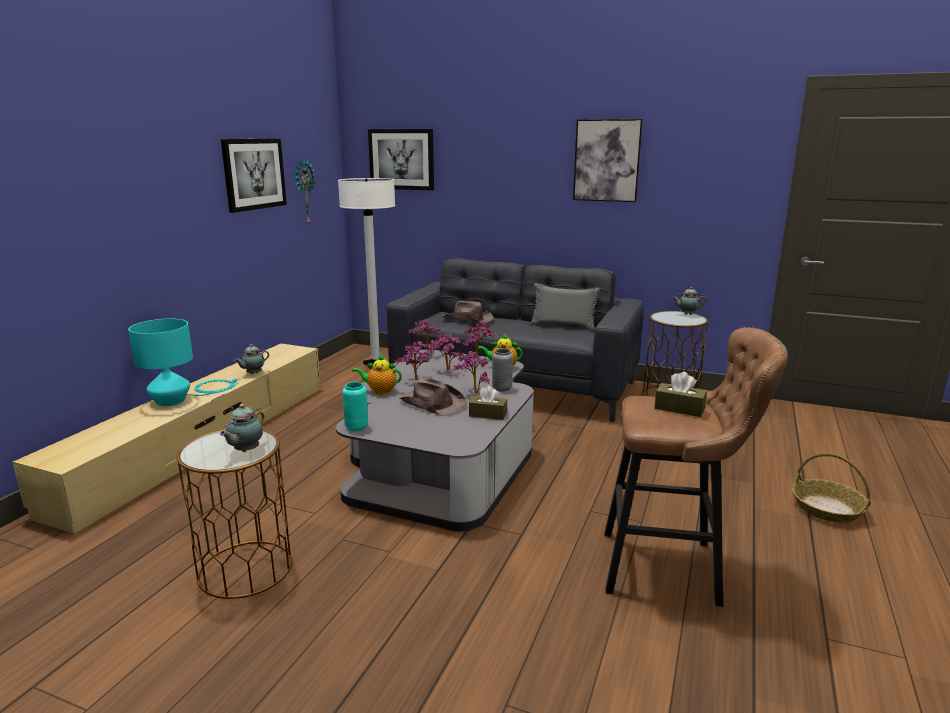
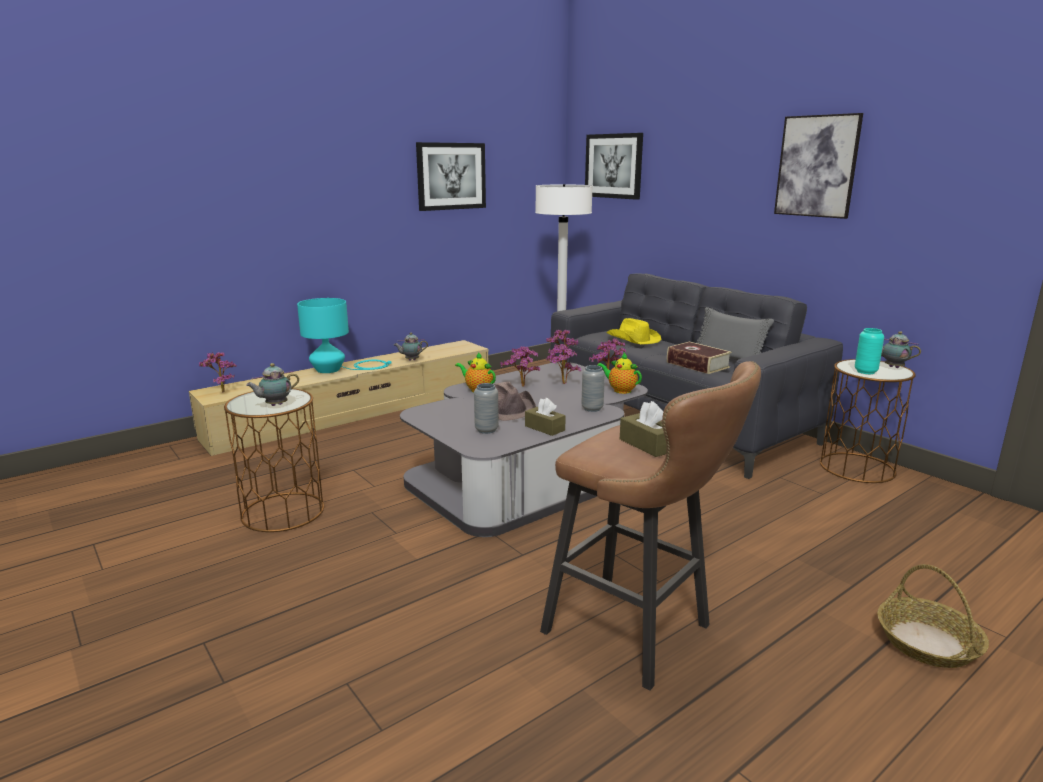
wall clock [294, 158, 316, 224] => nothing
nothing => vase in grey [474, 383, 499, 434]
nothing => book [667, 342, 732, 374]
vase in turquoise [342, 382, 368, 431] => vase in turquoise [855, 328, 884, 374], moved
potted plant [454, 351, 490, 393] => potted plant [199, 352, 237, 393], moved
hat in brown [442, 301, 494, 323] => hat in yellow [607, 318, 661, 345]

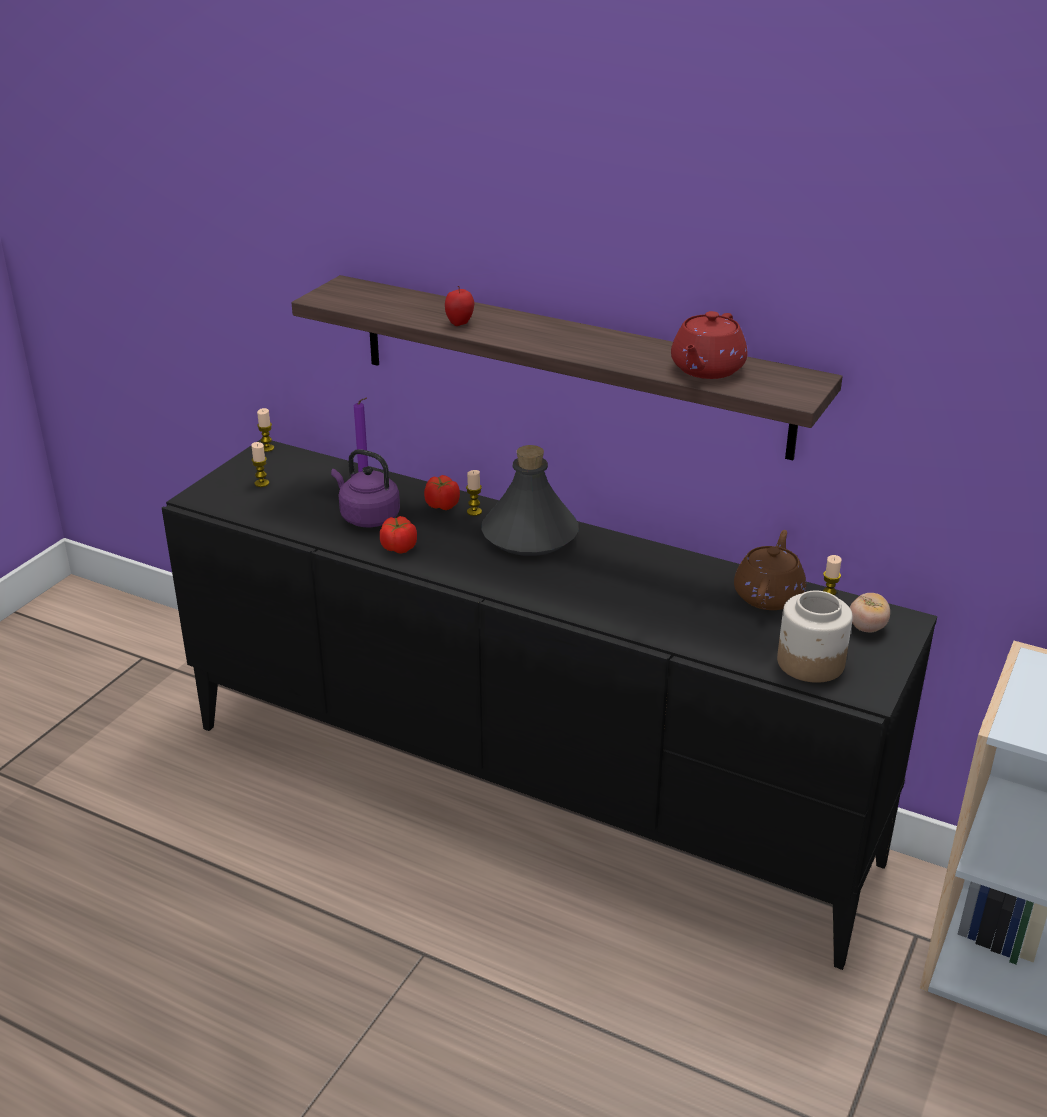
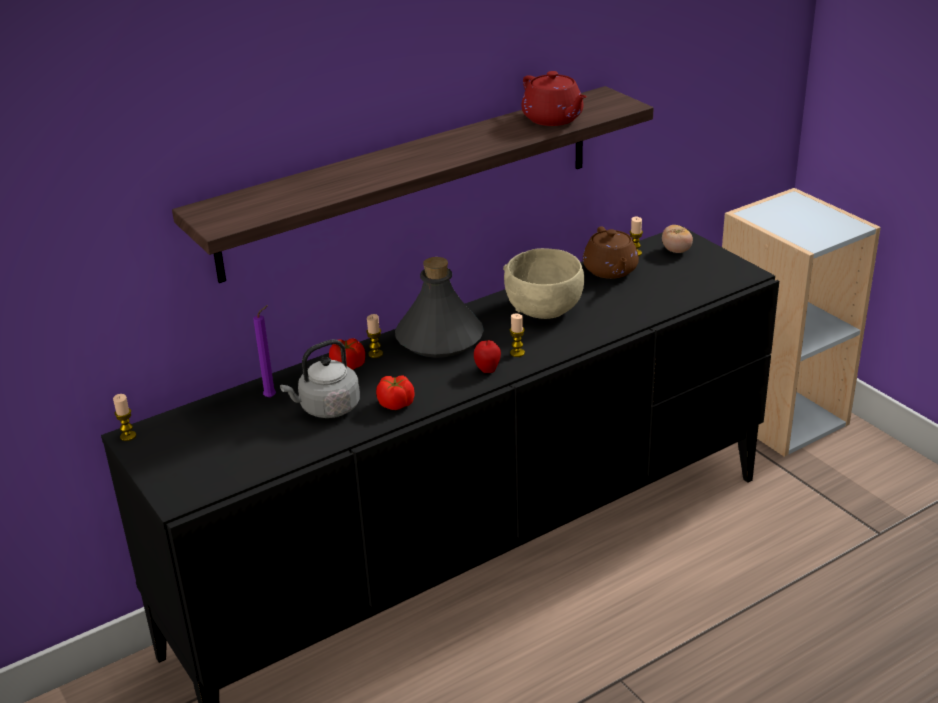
jar [777, 590, 853, 683] => nothing
nothing => bowl in beige [503, 248, 584, 319]
candle [251, 442, 269, 487] => candle [510, 314, 525, 357], moved
apple [445, 286, 474, 326] => apple [474, 340, 501, 373], moved
kettle in purple [331, 449, 400, 527] => kettle in grey [280, 339, 360, 418]
teapot in brown [734, 530, 806, 610] => teapot in brown [583, 226, 639, 279], 150 degrees counterclockwise

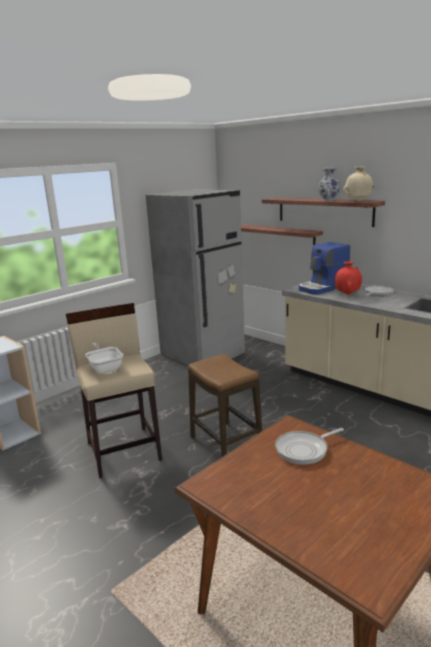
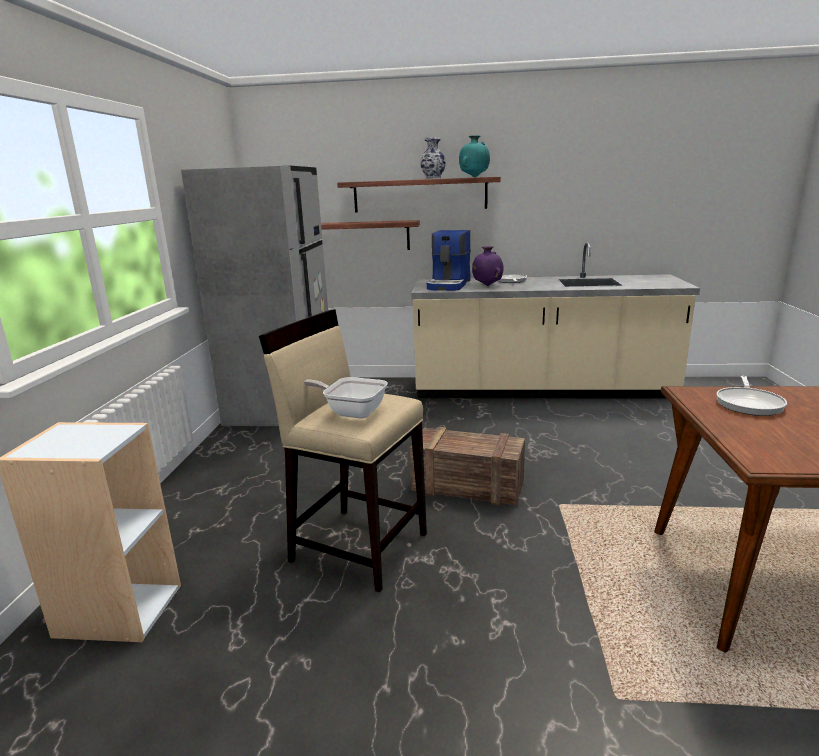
stool [188, 354, 262, 457] => crate [410, 427, 525, 505]
vase in red [335, 261, 362, 295] => vase in purple [472, 246, 504, 286]
vase in beige [343, 167, 374, 201] => vase in turquoise [459, 135, 490, 177]

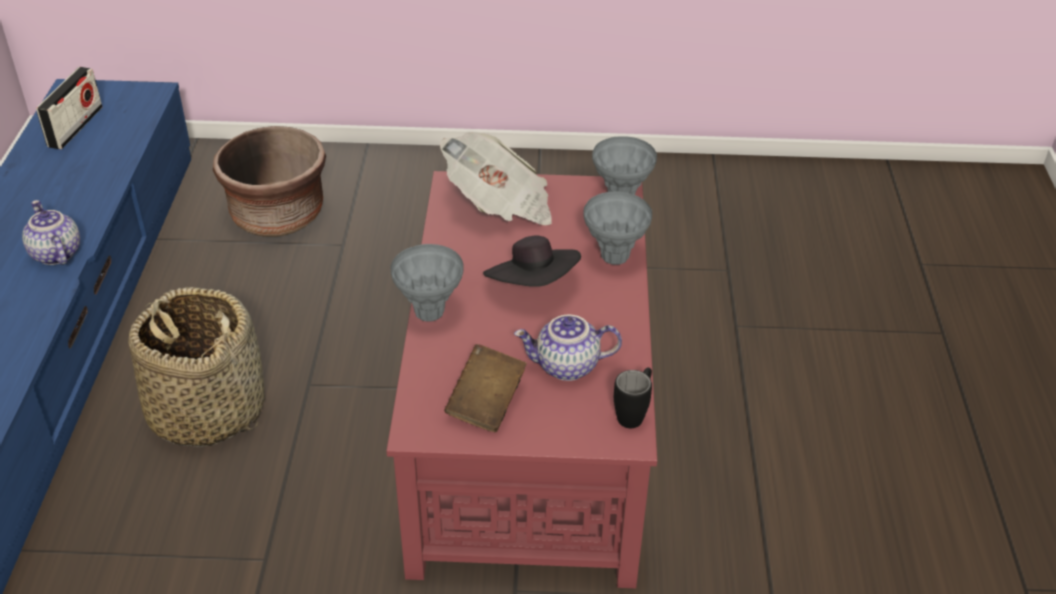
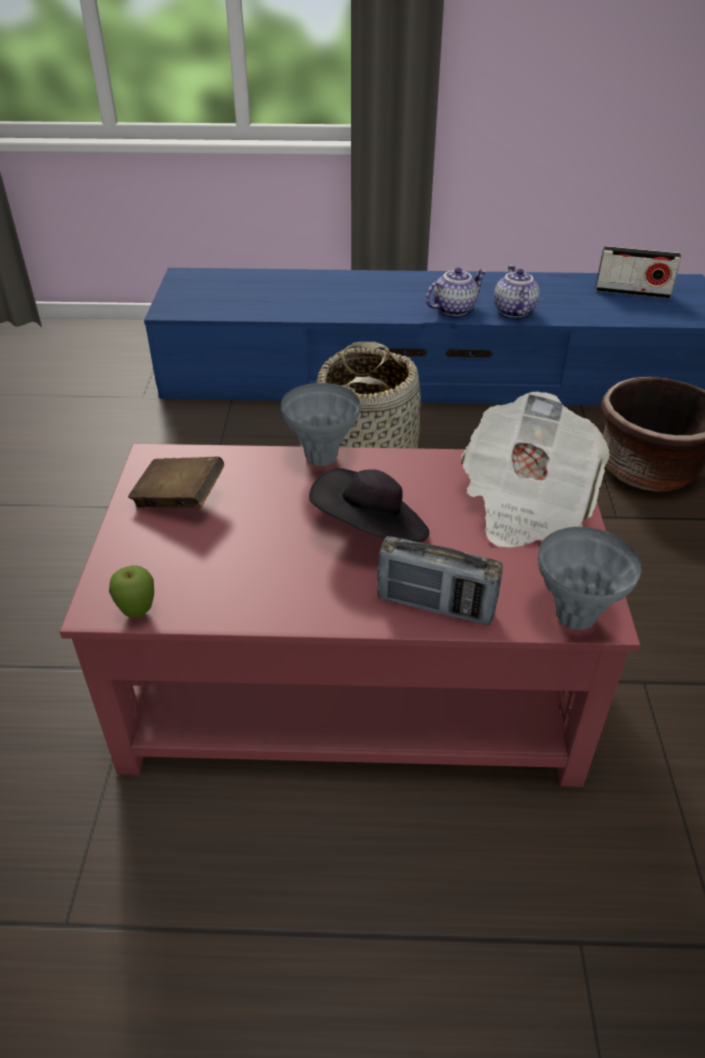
teapot [514, 315, 622, 381] => teapot [494, 265, 539, 317], moved
vase in grey [583, 191, 652, 265] => radio [377, 536, 503, 625]
mug in black [614, 368, 652, 428] => apple [109, 565, 154, 618]

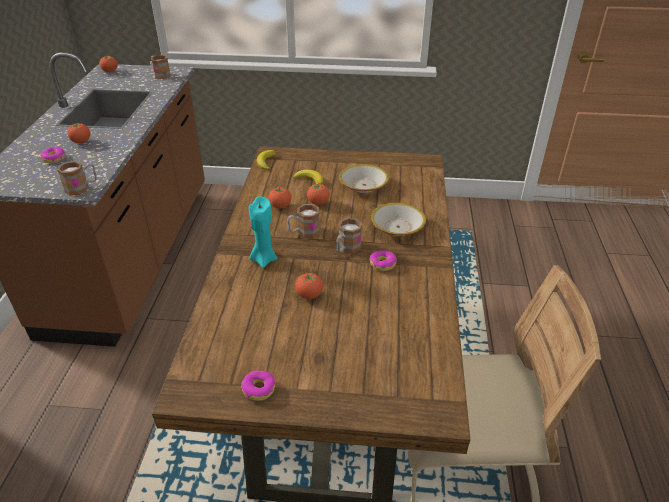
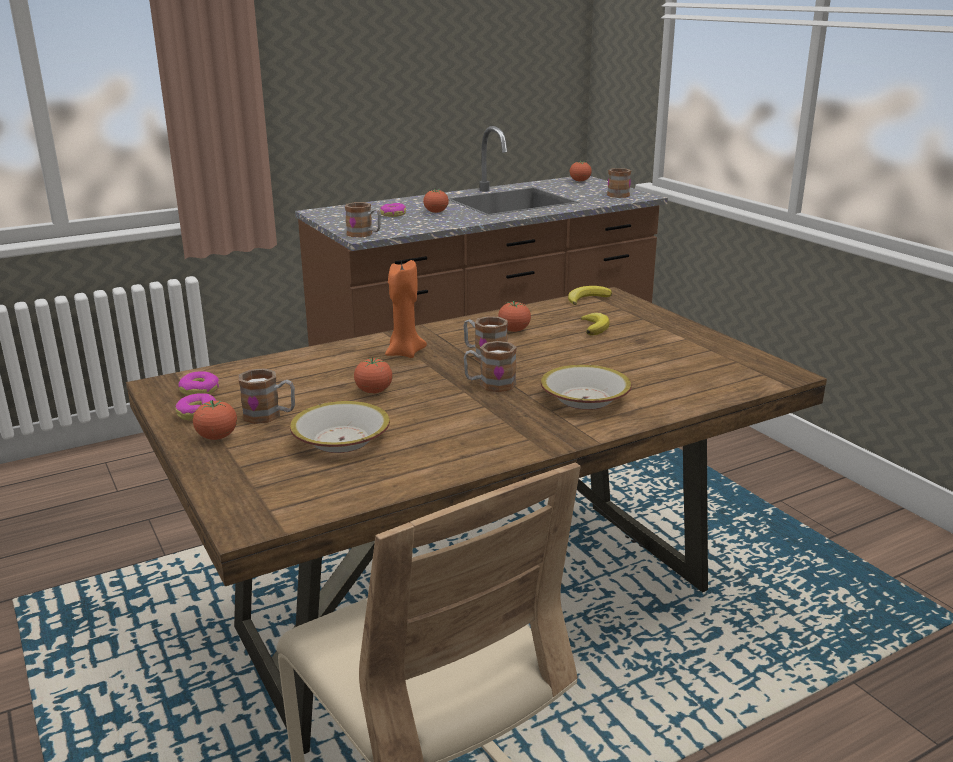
nothing => mug [238, 368, 295, 424]
tomato [307, 184, 330, 205] => tomato [193, 400, 237, 440], moved
bowl [339, 164, 389, 193] => bowl [290, 401, 390, 453], moved
donut [370, 250, 397, 271] => donut [178, 371, 219, 396], moved
candle in turquoise [249, 196, 277, 268] => candle in orange [385, 260, 427, 358]

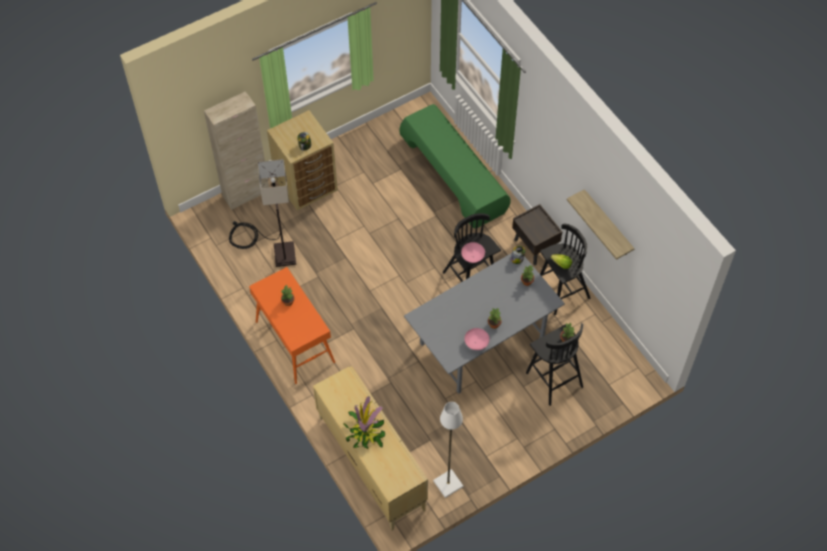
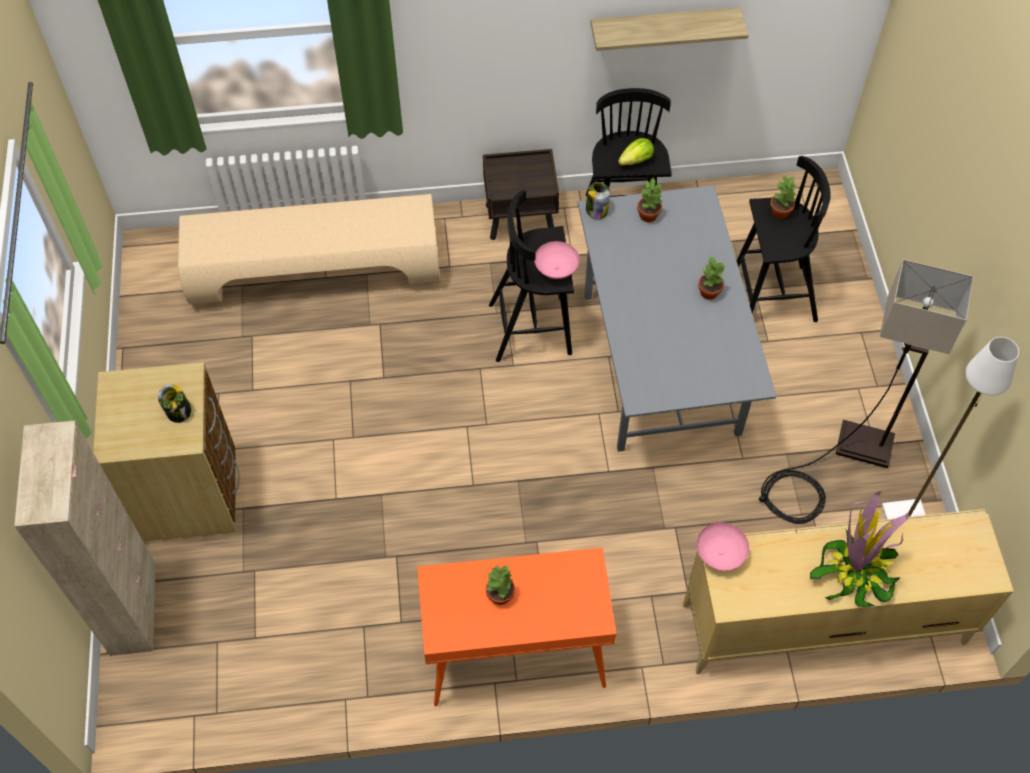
floor lamp [229, 159, 296, 267] => floor lamp [759, 259, 974, 524], moved
bowl in pink [465, 328, 490, 350] => bowl in pink [696, 522, 749, 571], moved
bench in green [399, 104, 511, 229] => bench in beige [178, 194, 440, 305]

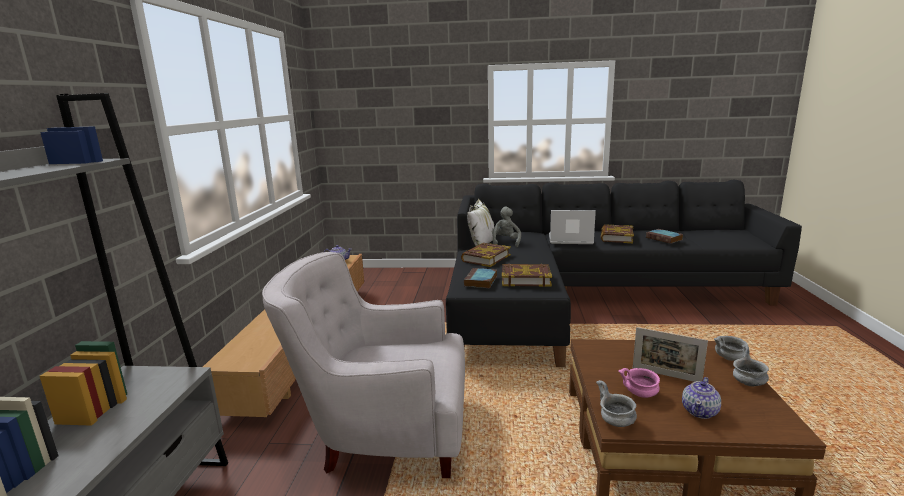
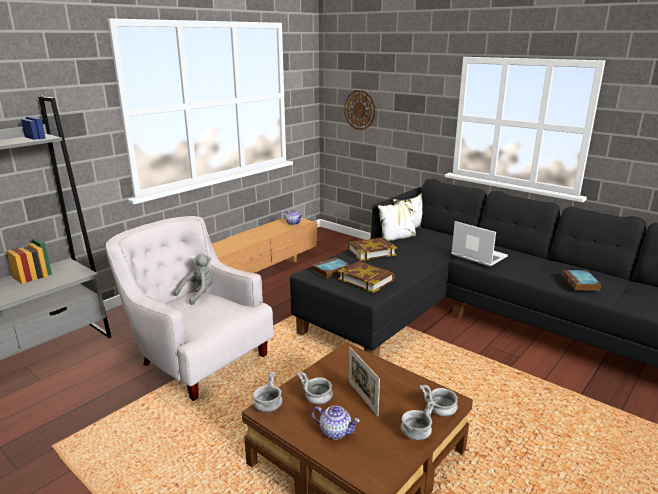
book [601, 224, 634, 243] => nothing
nothing => wall clock [344, 90, 375, 130]
plush toy in grey [492, 207, 521, 247] => plush toy in grey [175, 254, 213, 305], moved
bowl in pink [618, 368, 660, 398] => bowl in grey [297, 372, 333, 405]
teapot [682, 377, 721, 419] => teapot [312, 406, 360, 439], 135 degrees counterclockwise

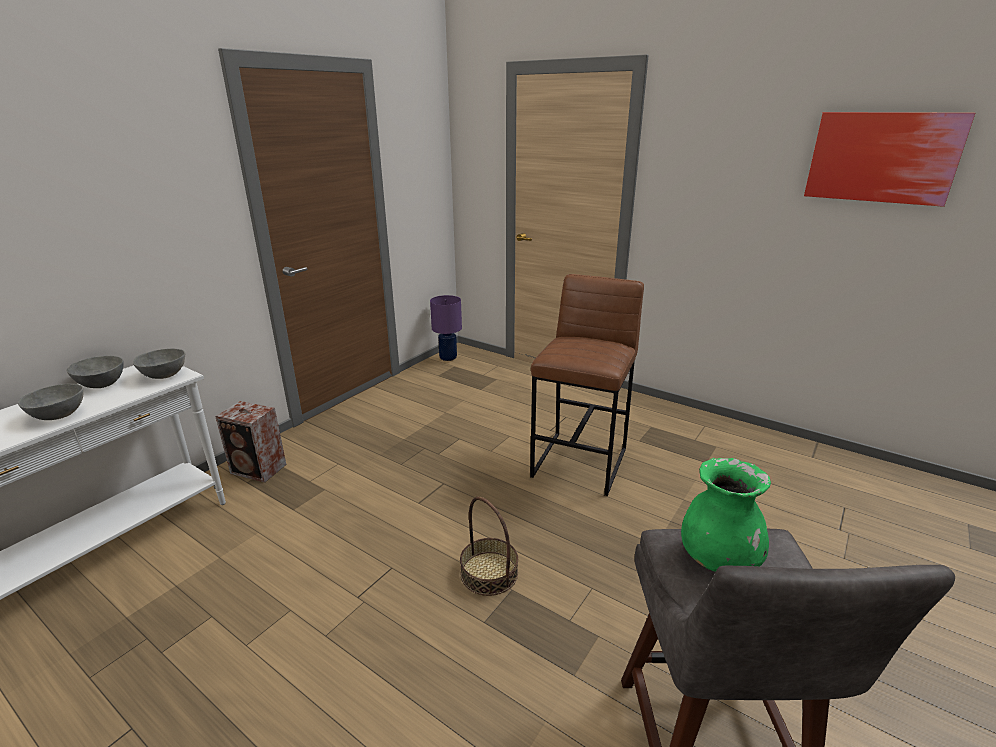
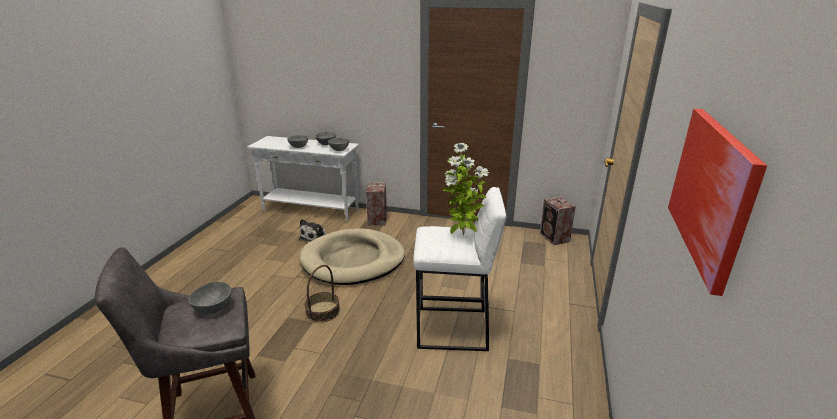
nothing => plush toy [299, 219, 326, 242]
nothing => dog bed in beige [299, 228, 405, 285]
nothing => potted plant [443, 143, 489, 235]
table lamp in purple [430, 295, 462, 361] => speaker [540, 197, 576, 245]
vase in green [681, 458, 771, 572] => bowl in grey [188, 282, 231, 314]
stool in brown [530, 274, 644, 496] => stool in white [413, 187, 506, 351]

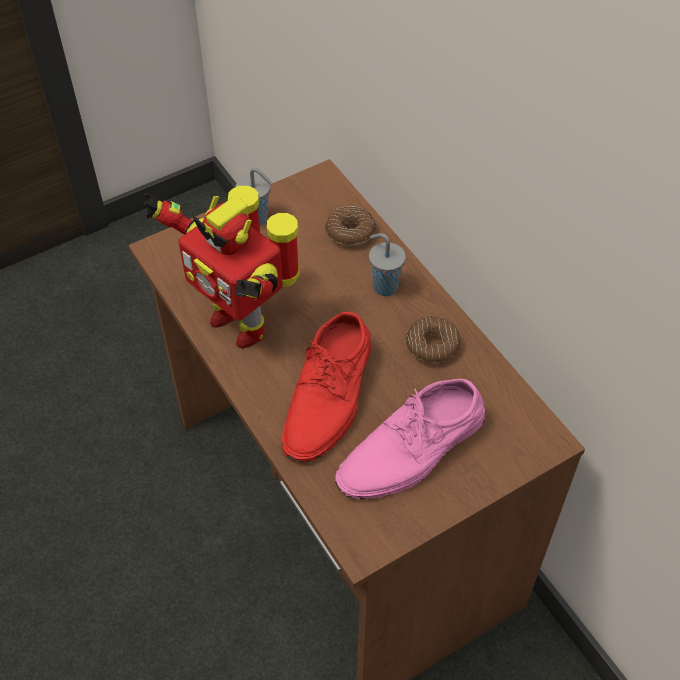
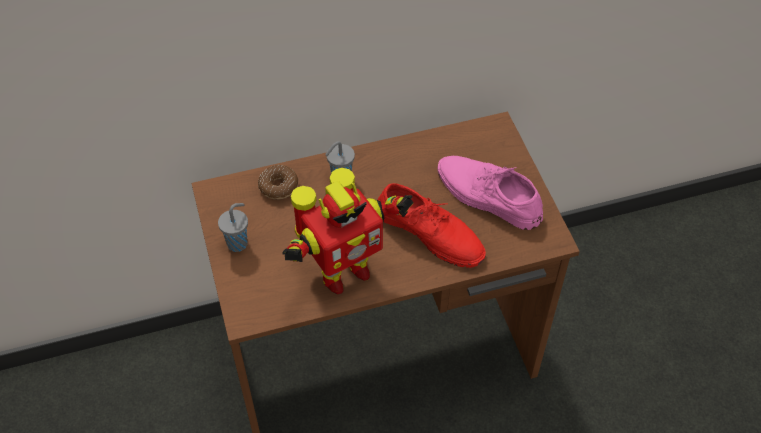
donut [406, 316, 461, 364] => nothing
shoe in pink [335, 379, 485, 500] => shoe in pink [437, 156, 543, 230], 150 degrees clockwise

